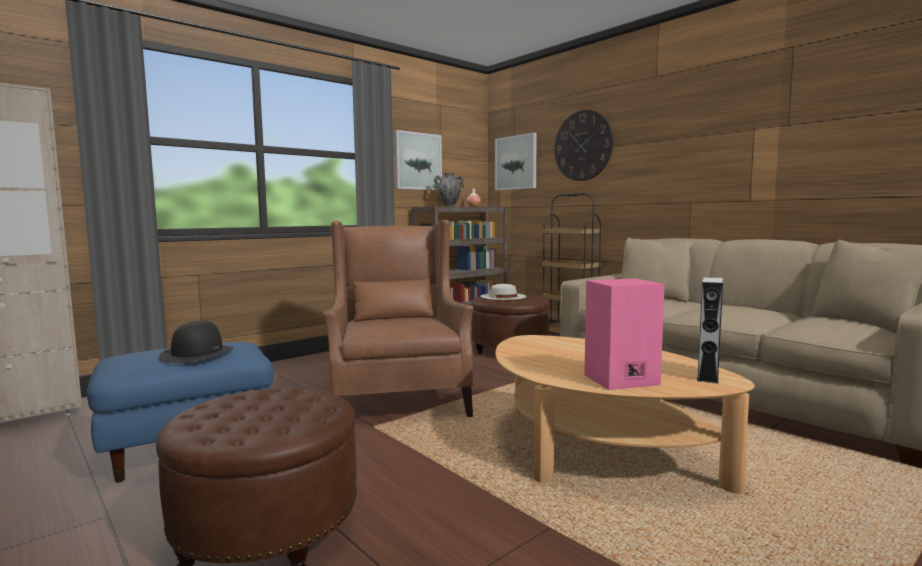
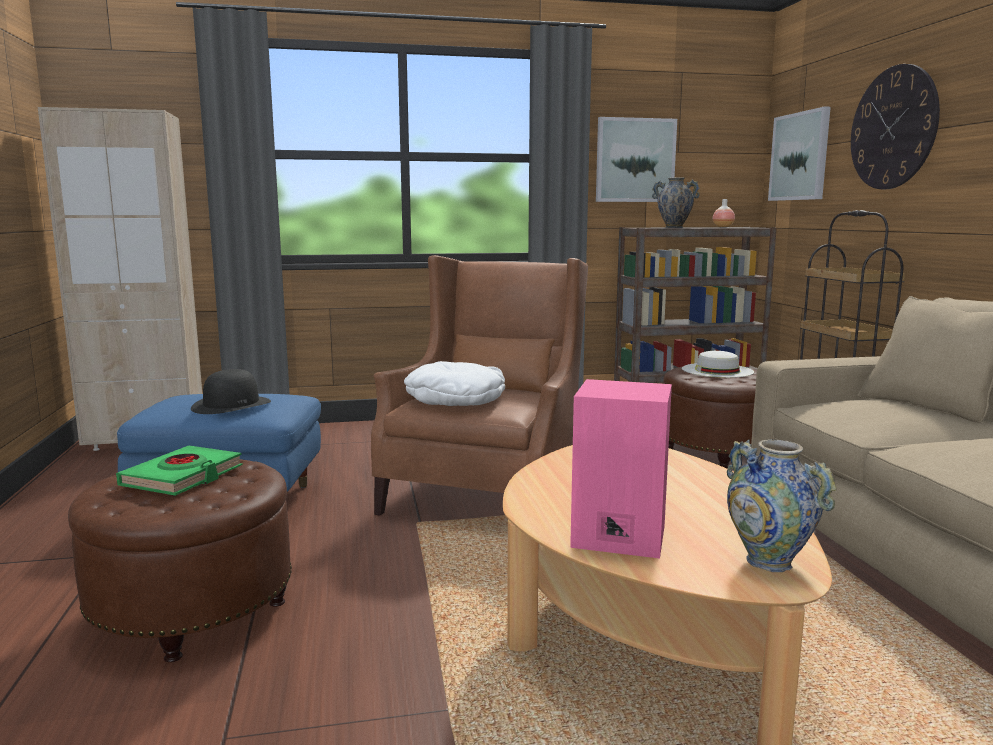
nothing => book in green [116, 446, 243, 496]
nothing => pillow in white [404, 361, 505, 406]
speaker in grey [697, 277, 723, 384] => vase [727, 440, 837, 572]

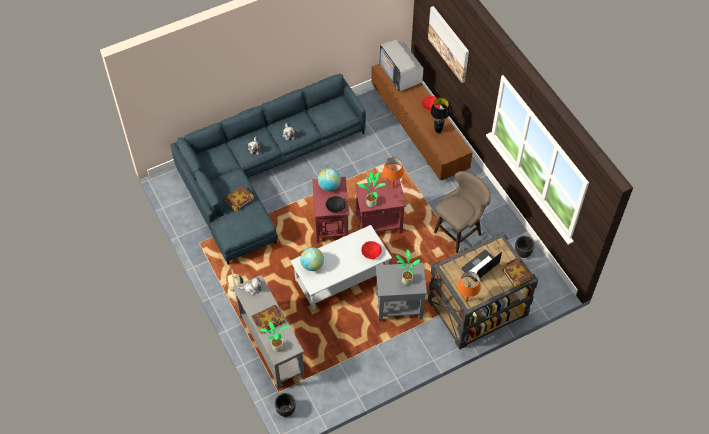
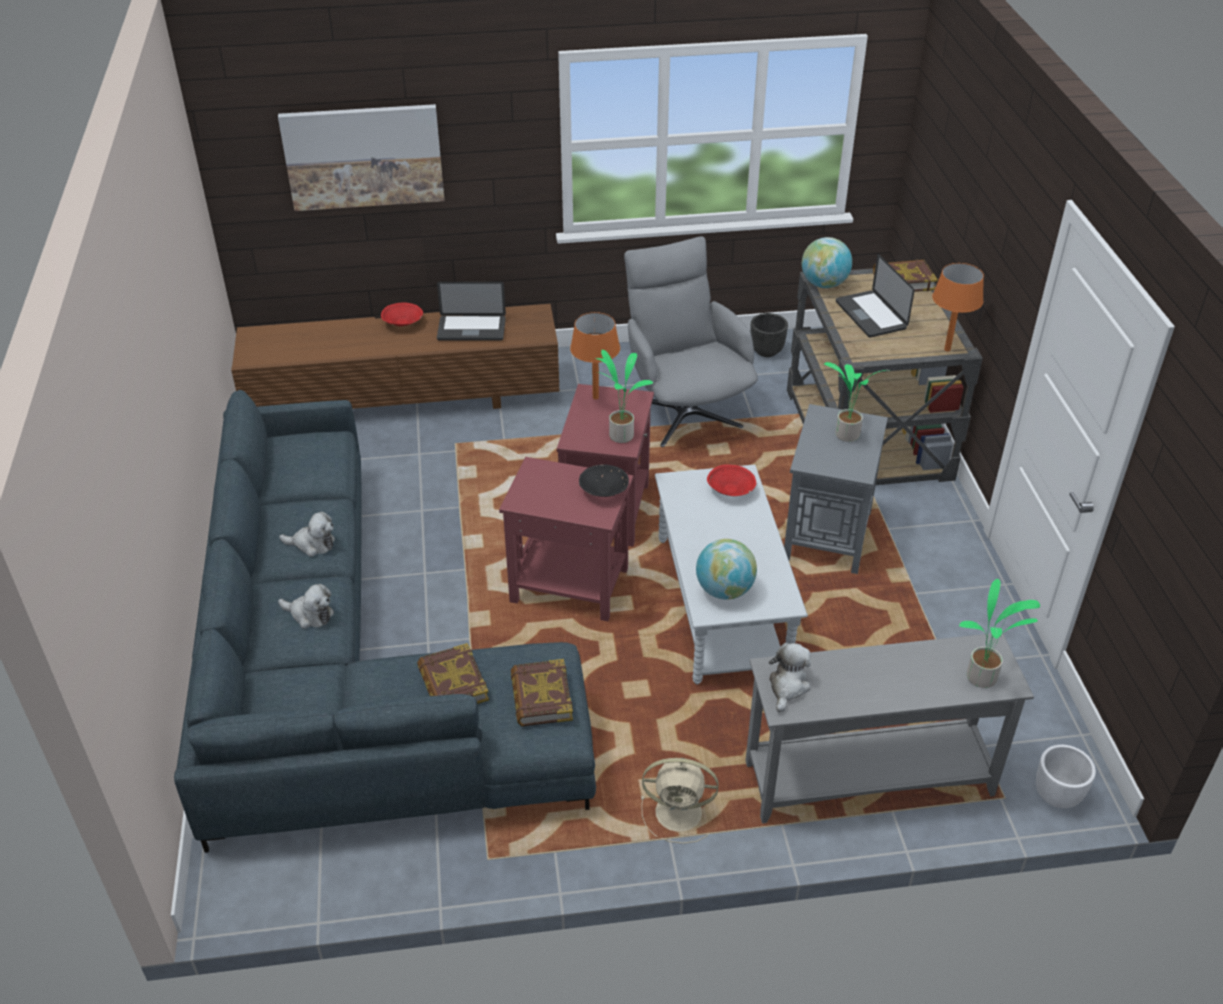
television [380, 39, 423, 92] => nothing
book [252, 305, 285, 334] => book [511, 659, 573, 726], moved
globe [318, 168, 341, 191] => globe [802, 237, 852, 288], moved
table lamp in black [430, 98, 450, 133] => laptop [437, 282, 506, 341]
stool in beige [434, 171, 491, 253] => armchair in grey [624, 237, 758, 447]
planter in black [275, 393, 296, 417] => planter in white [1036, 745, 1096, 808]

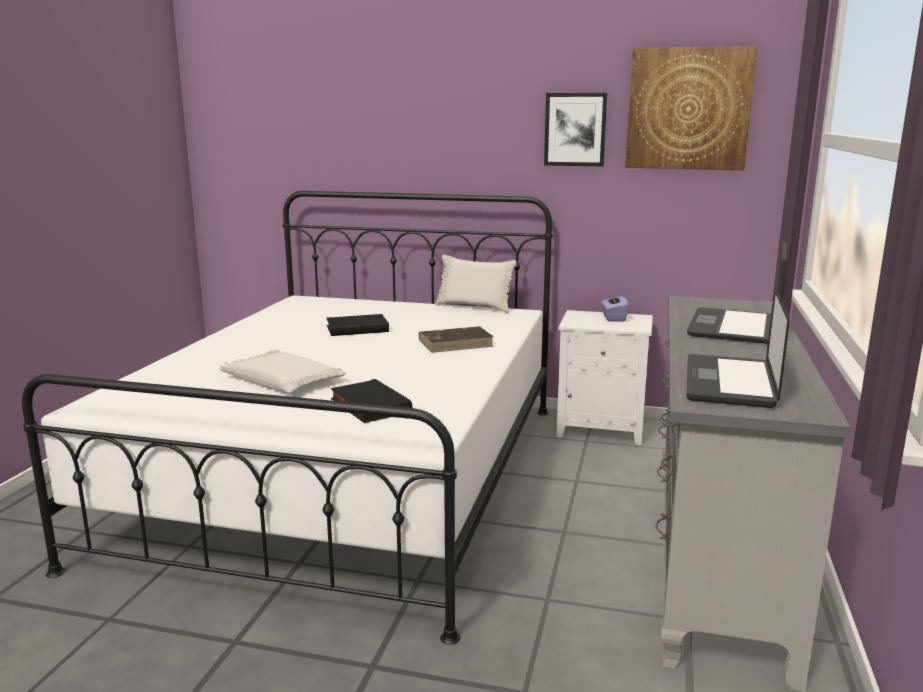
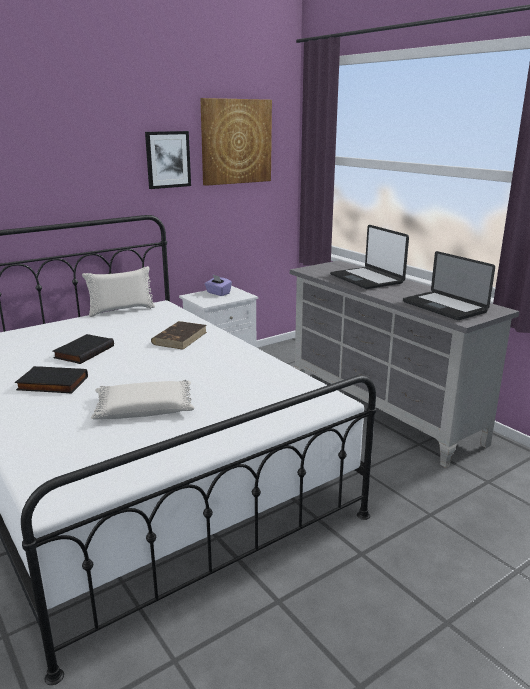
book in black [331, 379, 412, 423] => book in black [15, 366, 88, 393], moved

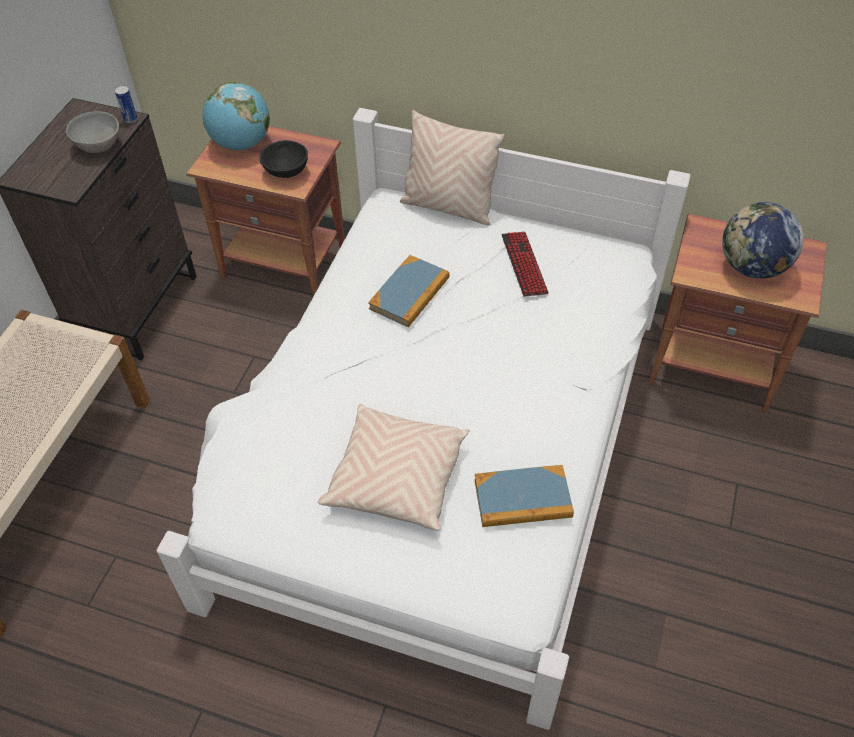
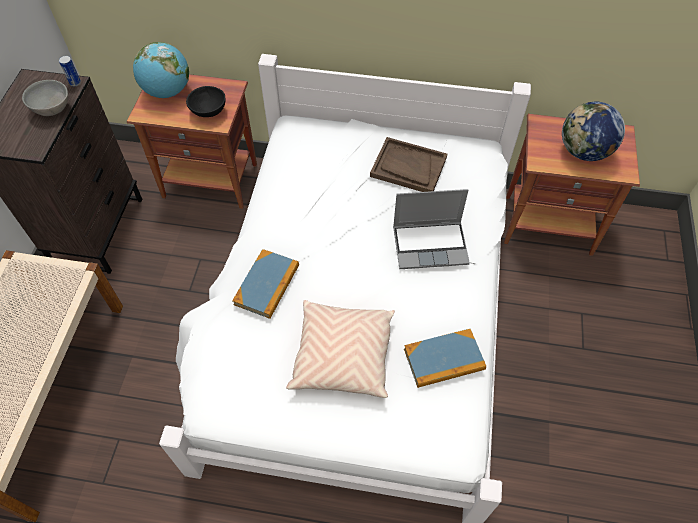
pillow in beige [400, 110, 505, 225] => nothing
nothing => laptop [393, 189, 470, 269]
book [368, 255, 449, 327] => book [232, 249, 299, 319], moved
keyboard [501, 231, 549, 297] => tray in brown [370, 137, 447, 192]

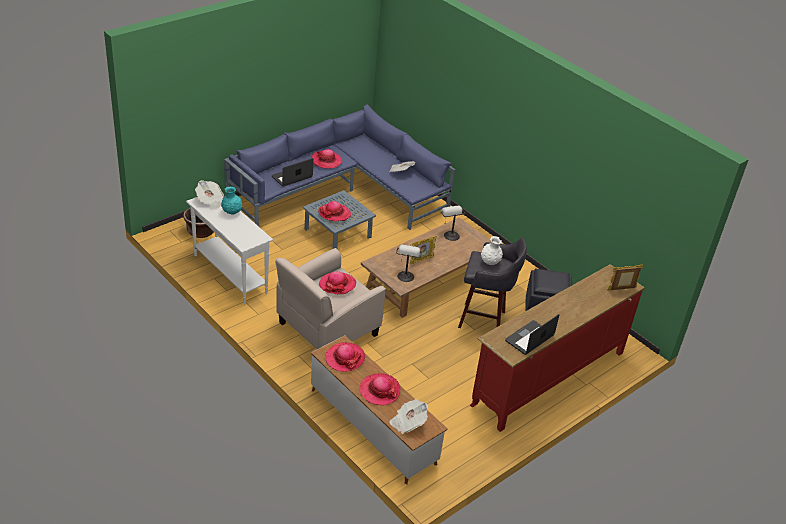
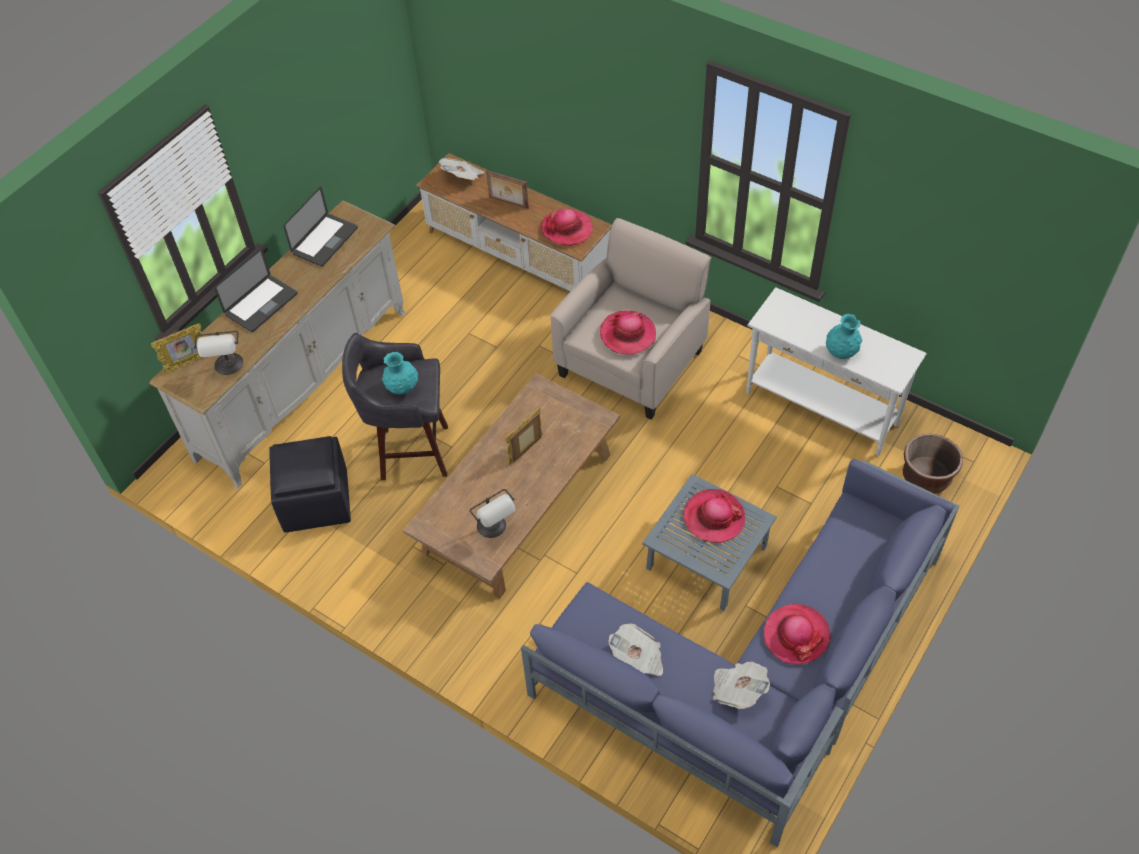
newspaper [195, 180, 224, 210] => newspaper [713, 661, 770, 709], moved
laptop [272, 158, 314, 187] => laptop [214, 249, 297, 332], moved
table lamp [396, 245, 422, 282] => table lamp [194, 331, 243, 375], moved
hat [360, 373, 401, 405] => picture frame [486, 170, 529, 209]
cabinet in red [470, 264, 645, 432] => cabinet in grey [149, 201, 406, 489]
vase in white [481, 236, 503, 265] => vase in turquoise [382, 352, 418, 395]

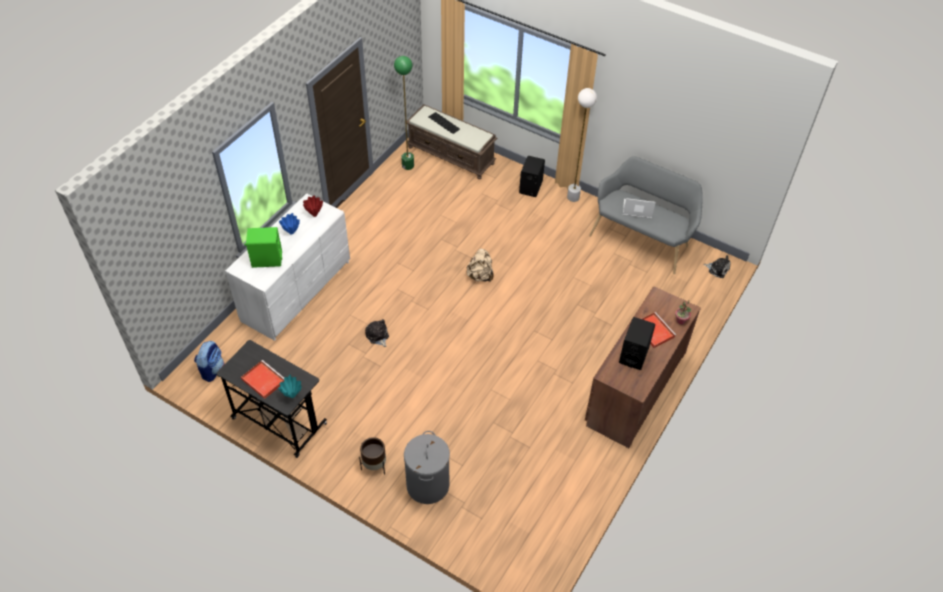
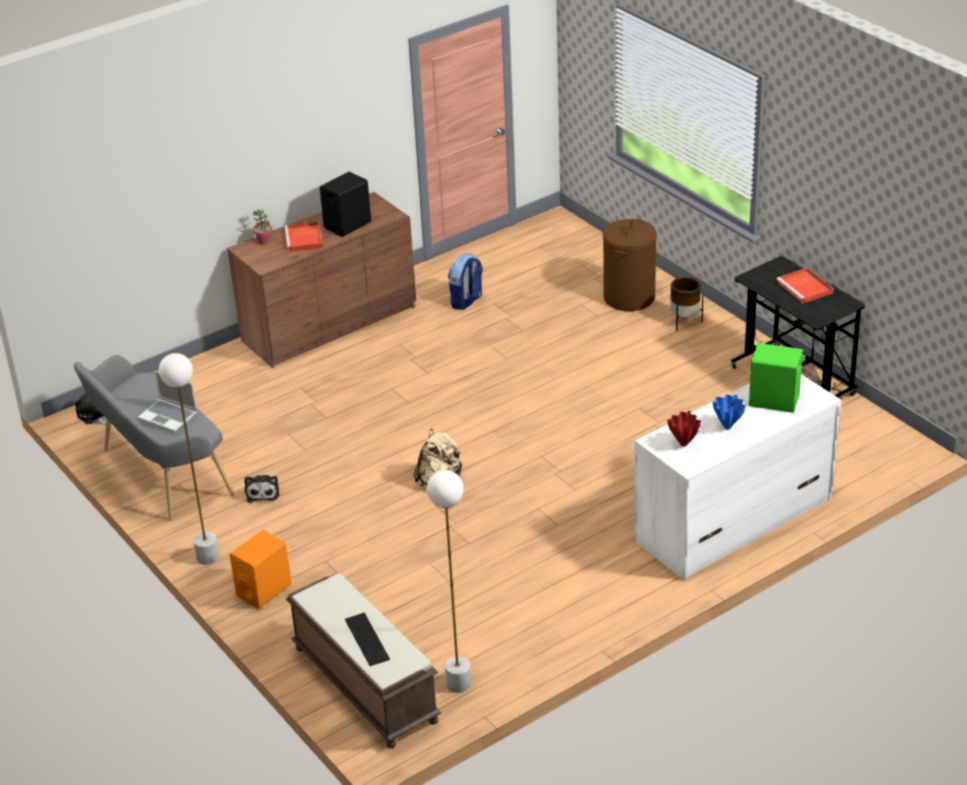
vase in turquoise [278, 375, 301, 398] => nothing
backpack [194, 341, 225, 382] => backpack [448, 253, 483, 310], moved
plush toy [365, 319, 389, 347] => plush toy [244, 475, 280, 503], moved
floor lamp in green [394, 56, 414, 170] => floor lamp in white [426, 470, 471, 693]
laundry basket in grey [404, 431, 450, 504] => laundry basket in brown [603, 219, 657, 311]
speaker in black [519, 156, 545, 197] => speaker in orange [229, 530, 292, 609]

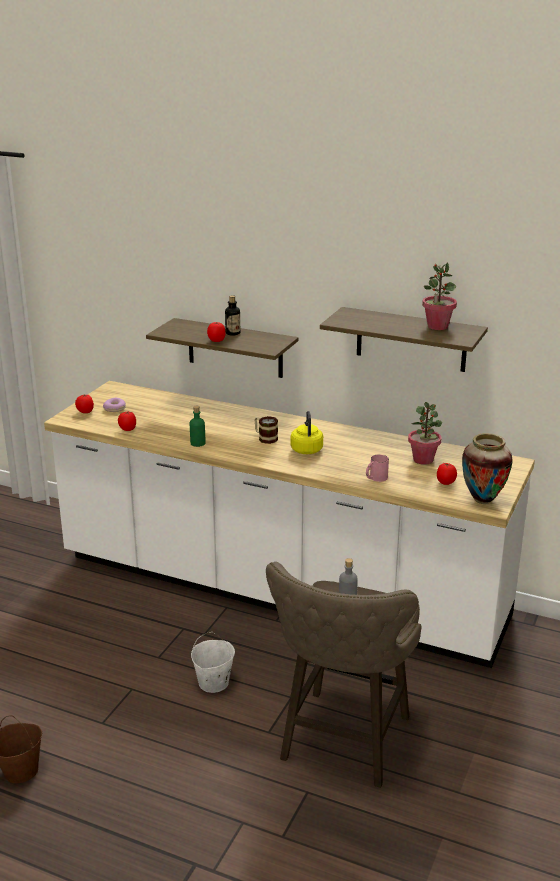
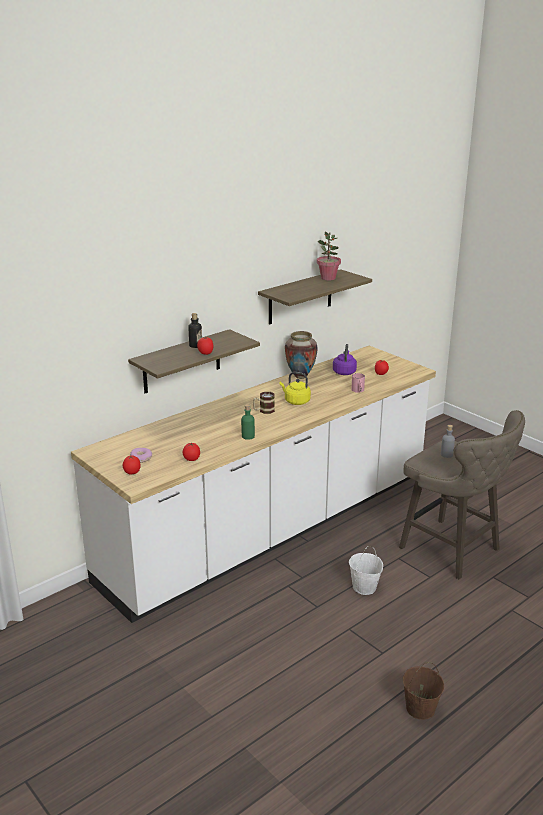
vase [462, 433, 512, 504] => vase [285, 331, 318, 379], moved
potted plant [408, 402, 442, 465] => kettle in purple [333, 344, 357, 375]

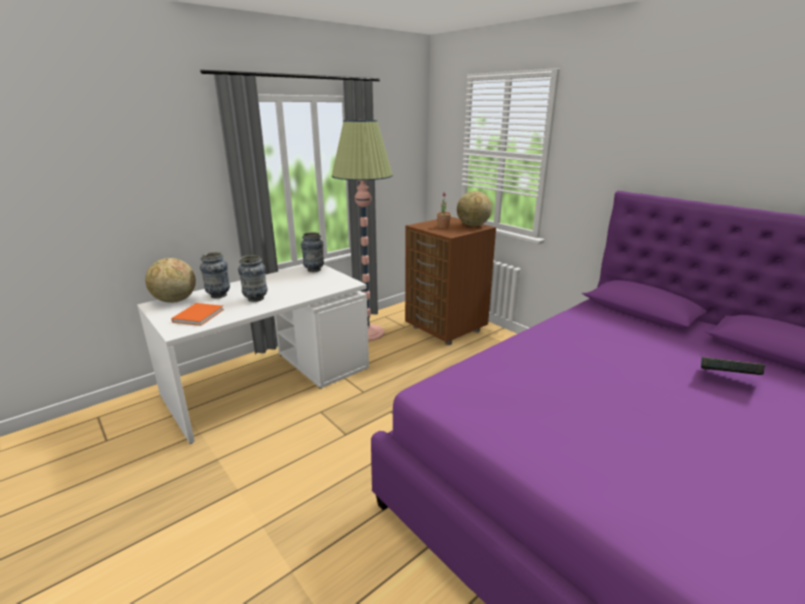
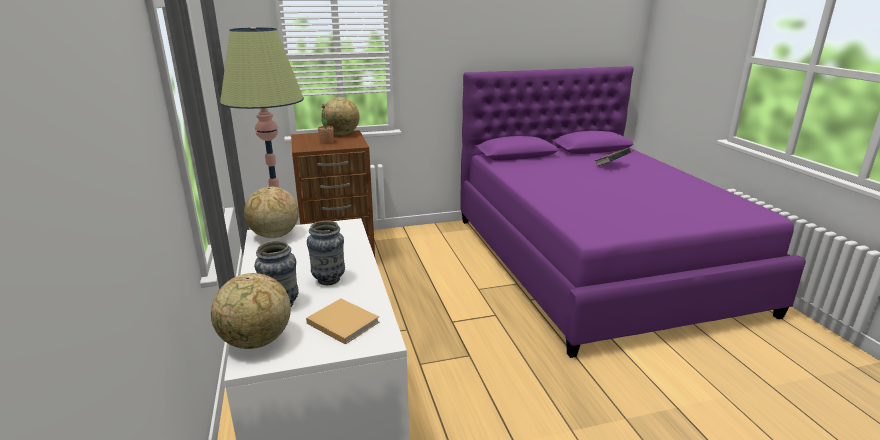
vase [301, 232, 324, 272] => globe [244, 187, 299, 238]
book in orange [171, 303, 224, 326] => book in beige [306, 299, 379, 345]

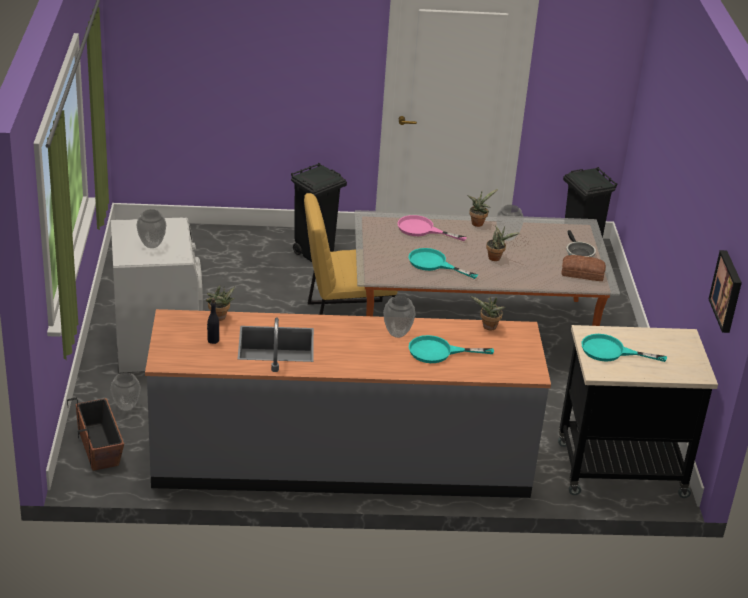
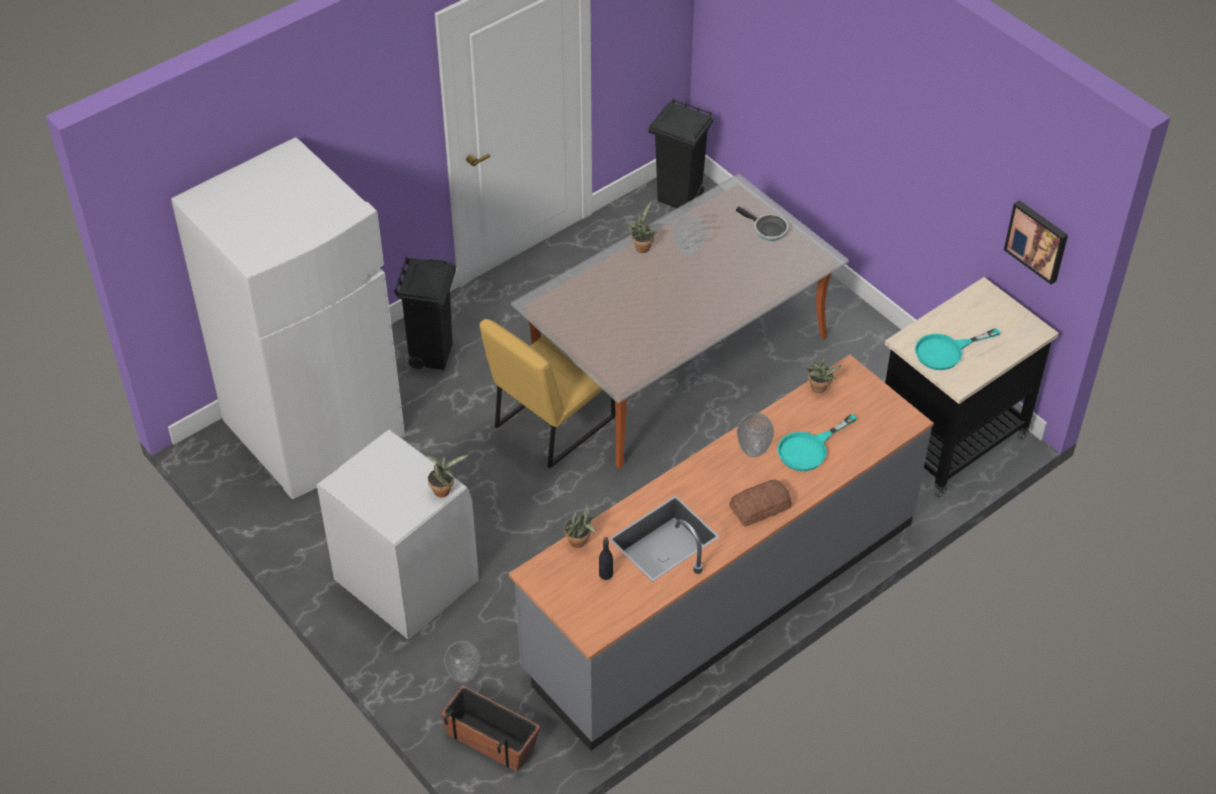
vase [136, 209, 166, 248] => nothing
frying pan in pink [397, 215, 467, 241] => nothing
frying pan in turquoise [409, 248, 478, 279] => nothing
nothing => fridge in white [171, 137, 405, 499]
potted plant [486, 225, 520, 261] => potted plant [427, 455, 469, 498], moved
bread [561, 255, 606, 281] => bread [729, 480, 792, 527], moved

